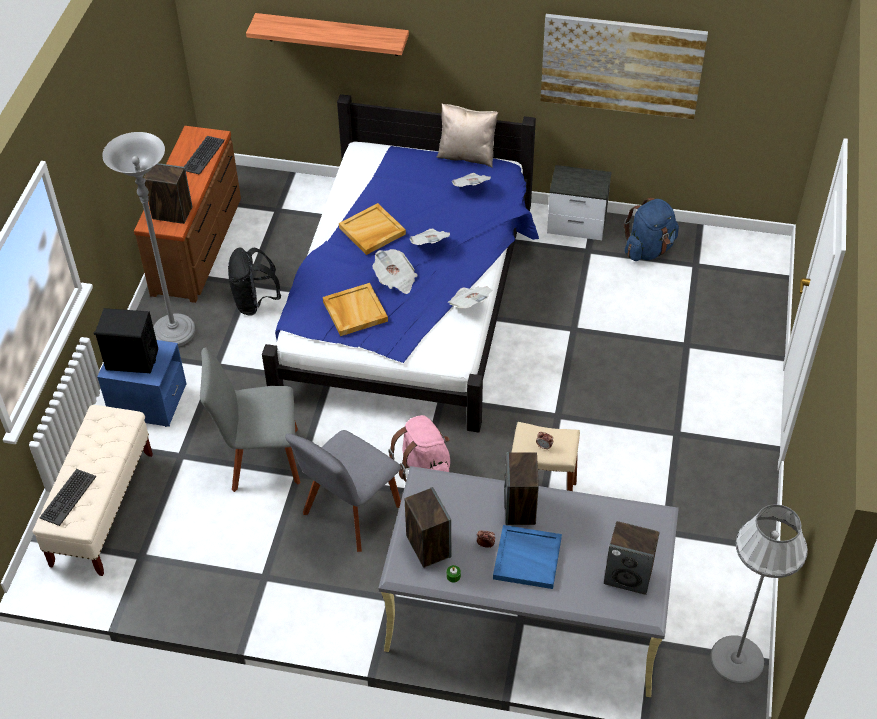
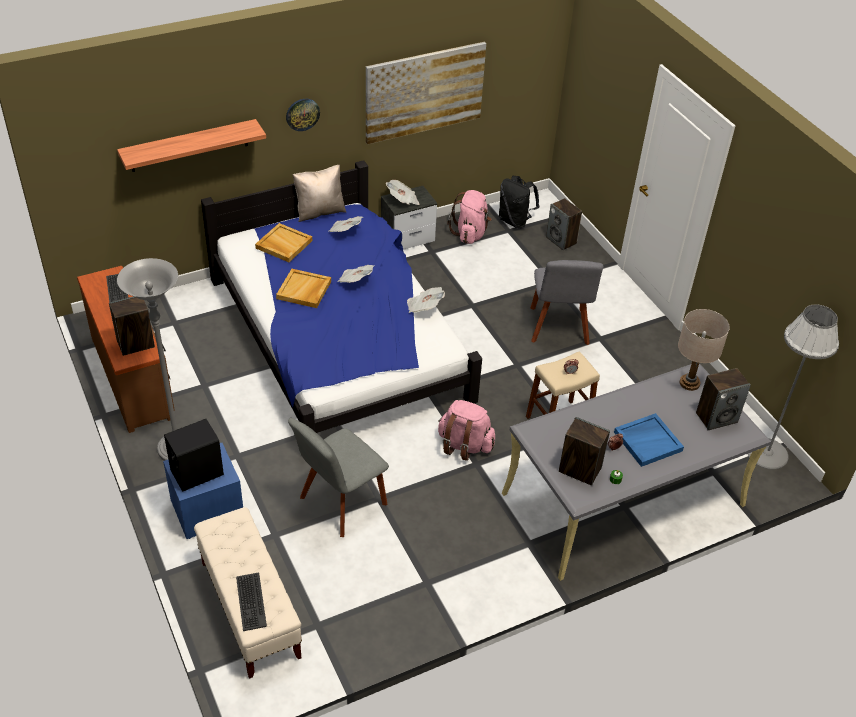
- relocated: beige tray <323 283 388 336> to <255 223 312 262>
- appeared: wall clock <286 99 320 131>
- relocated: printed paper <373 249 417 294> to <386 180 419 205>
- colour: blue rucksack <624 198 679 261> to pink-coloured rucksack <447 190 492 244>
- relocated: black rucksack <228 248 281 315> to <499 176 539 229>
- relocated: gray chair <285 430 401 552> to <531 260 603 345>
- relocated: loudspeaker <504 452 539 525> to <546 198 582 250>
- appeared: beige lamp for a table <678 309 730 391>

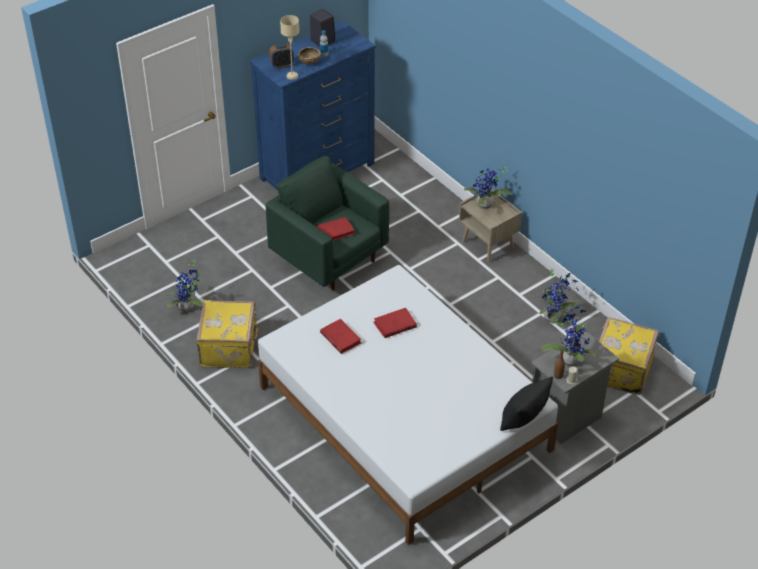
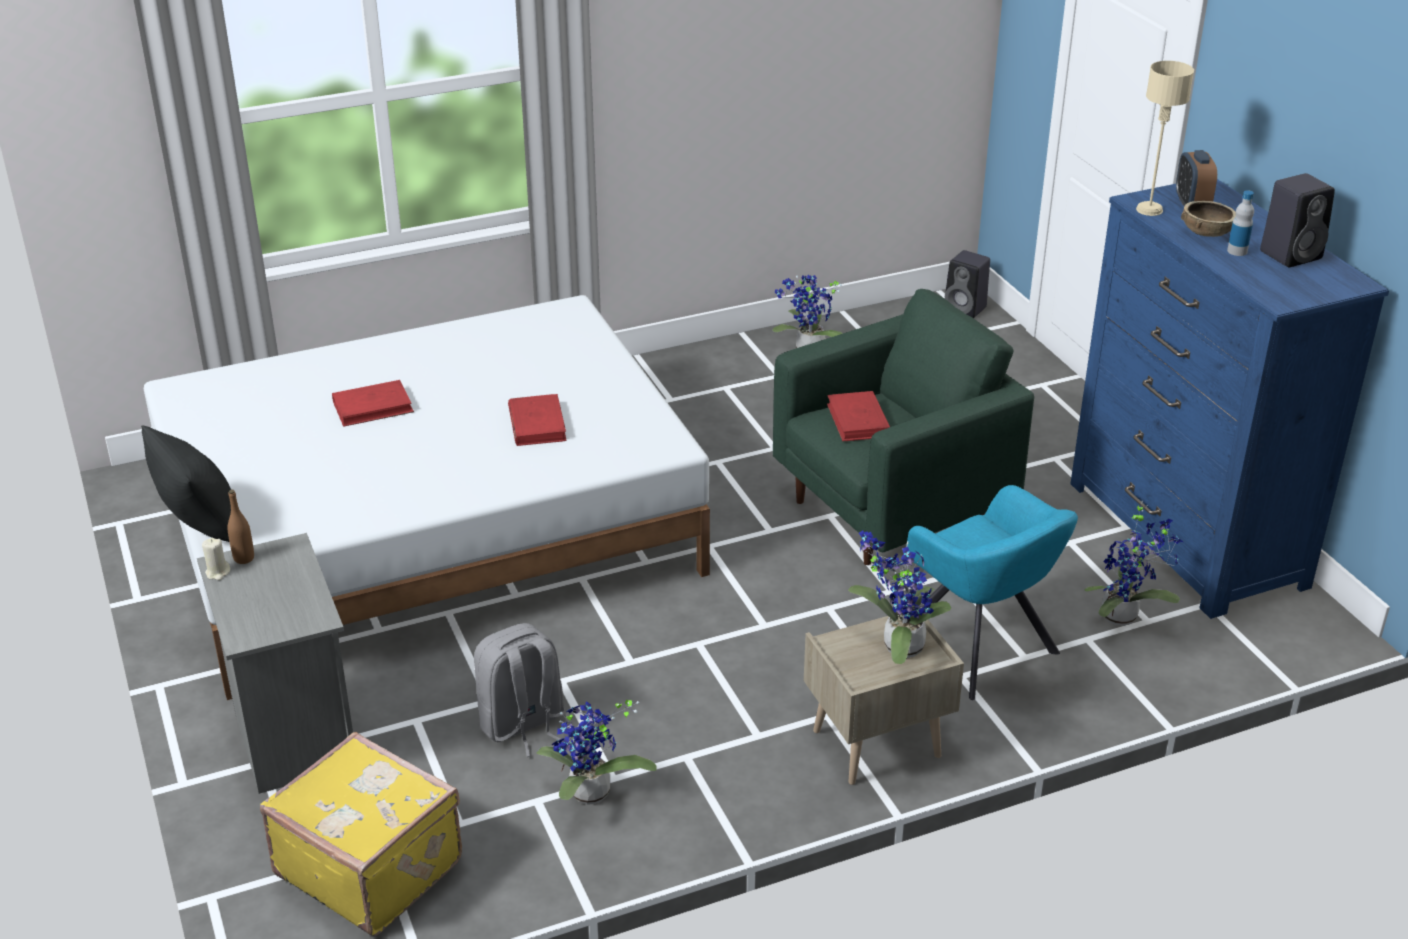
- relocated: red-coloured book <320 319 361 354> to <332 380 414 427>
- appeared: gray rucksack <474 623 566 757>
- appeared: turquoise-coloured easy chair <907 485 1078 700>
- appeared: black loudspeaker <945 250 990 318>
- relocated: houseplant <541 304 597 366> to <1084 501 1183 626>
- missing: yellow travel case <196 300 260 368>

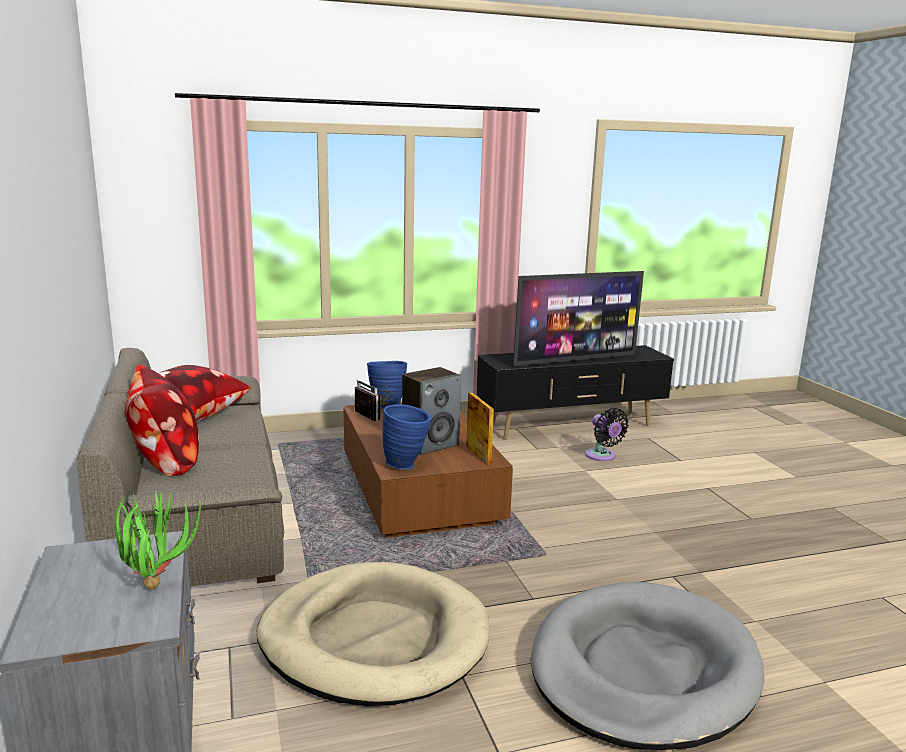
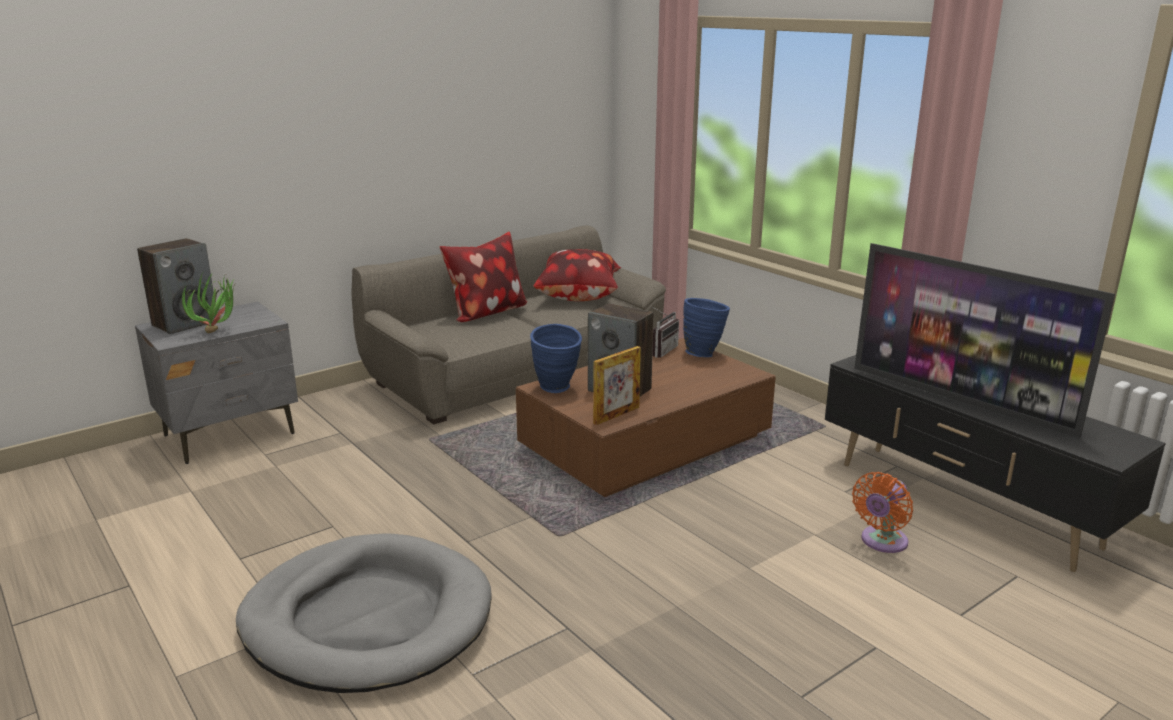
- appeared: loudspeaker <137 238 217 334>
- colour: black fan <586 408 629 461> to orange-coloured fan <852 472 913 553>
- missing: beige dog cushion <257 562 489 706>

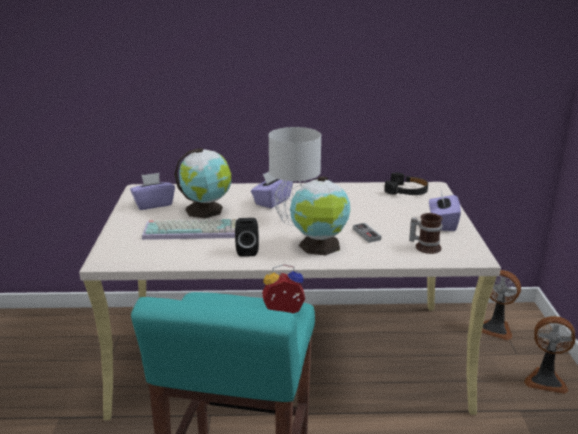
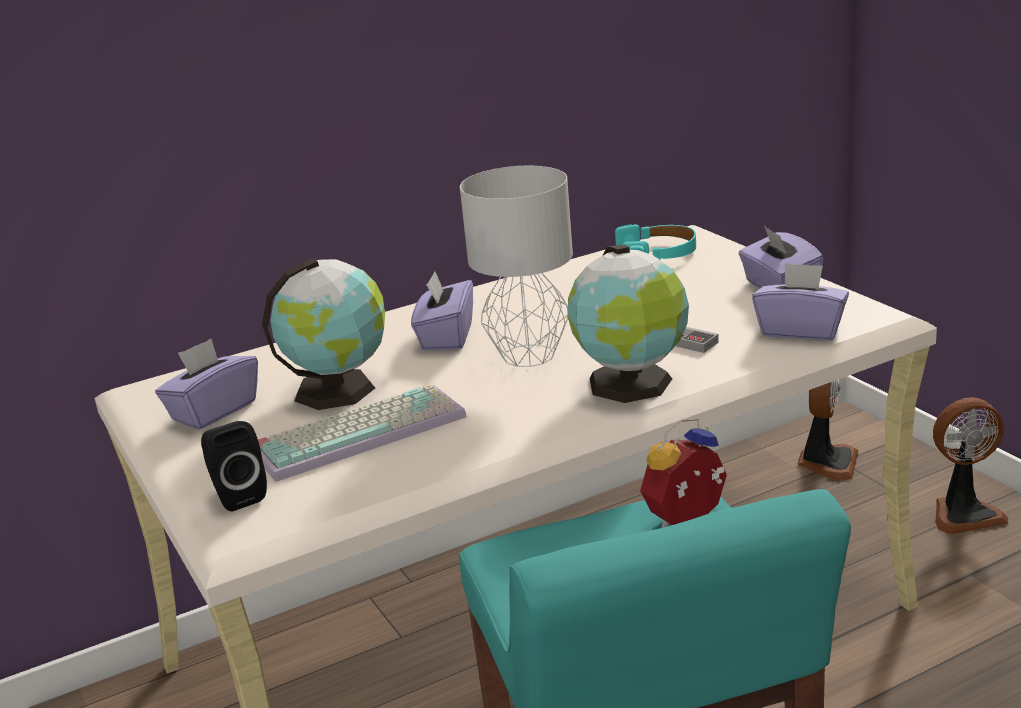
- relocated: black loudspeaker <235 218 259 257> to <201 421 267 512>
- colour: black headphones <384 172 428 195> to turquoise-coloured headphones <615 224 696 260>
- exchanged: coffee mug <409 213 443 254> to purple-coloured tissue holder <752 263 849 341>
- spun: fan <482 270 521 340> = <798 379 858 481> 75 degrees counterclockwise

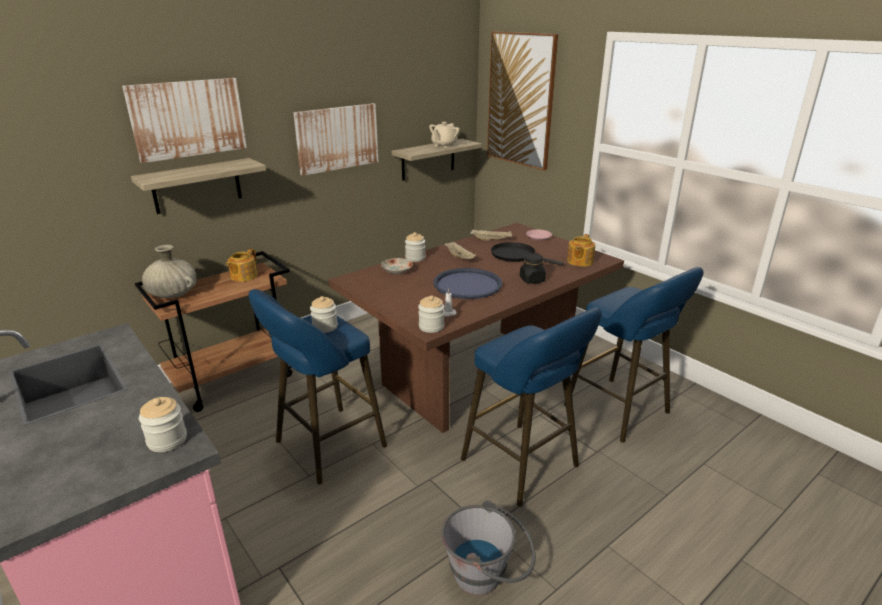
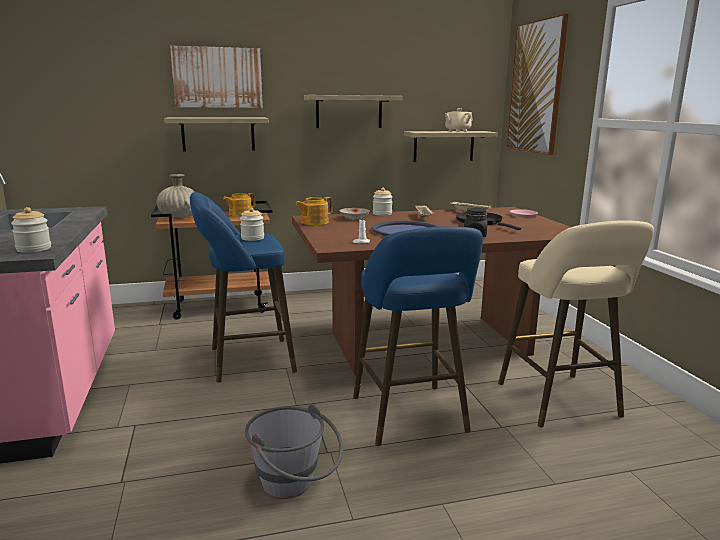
- relocated: pot for tea <567 234 595 267> to <296 197 332 225>
- exchanged: picture <293 103 378 176> to shelf <304 95 403 128>
- colour: blue sitting stool <564 267 703 443> to beige sitting stool <498 220 654 427>
- missing: storage jar <418 295 444 333>

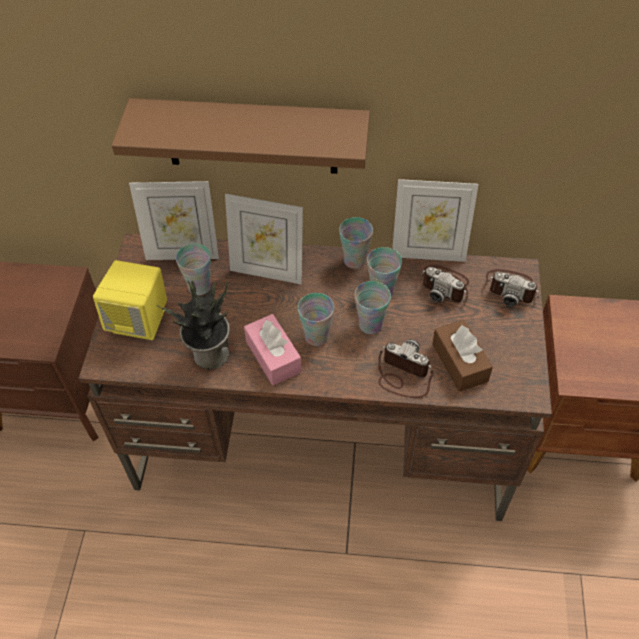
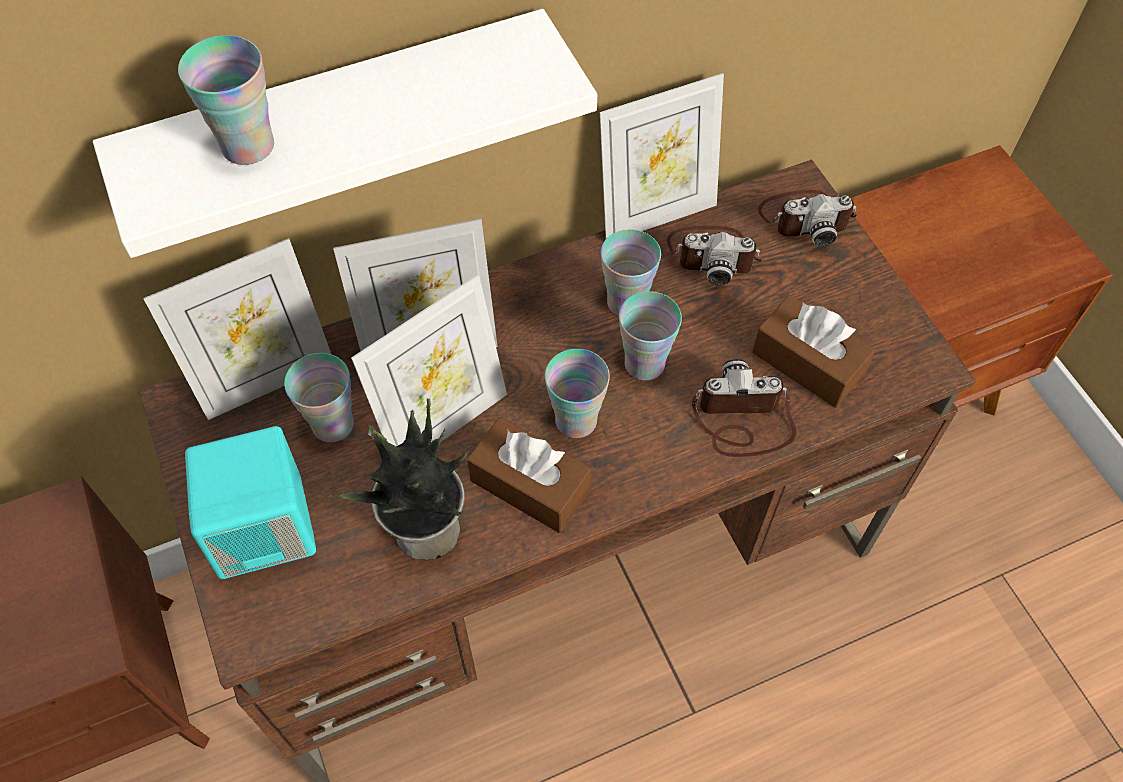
- colour: brown shelf <112 98 370 174> to white shelf <93 9 597 258>
- relocated: small cup <339 217 373 269> to <178 35 274 165>
- colour: yellow loudspeaker <93 260 167 340> to turquoise-coloured loudspeaker <185 426 316 579>
- appeared: picture frame <351 274 507 446>
- colour: pink-coloured tissue holder <244 314 302 385> to brown tissue holder <467 417 592 533>

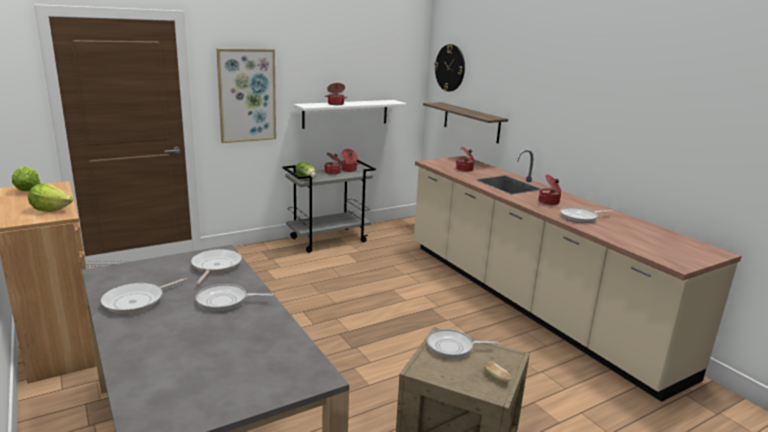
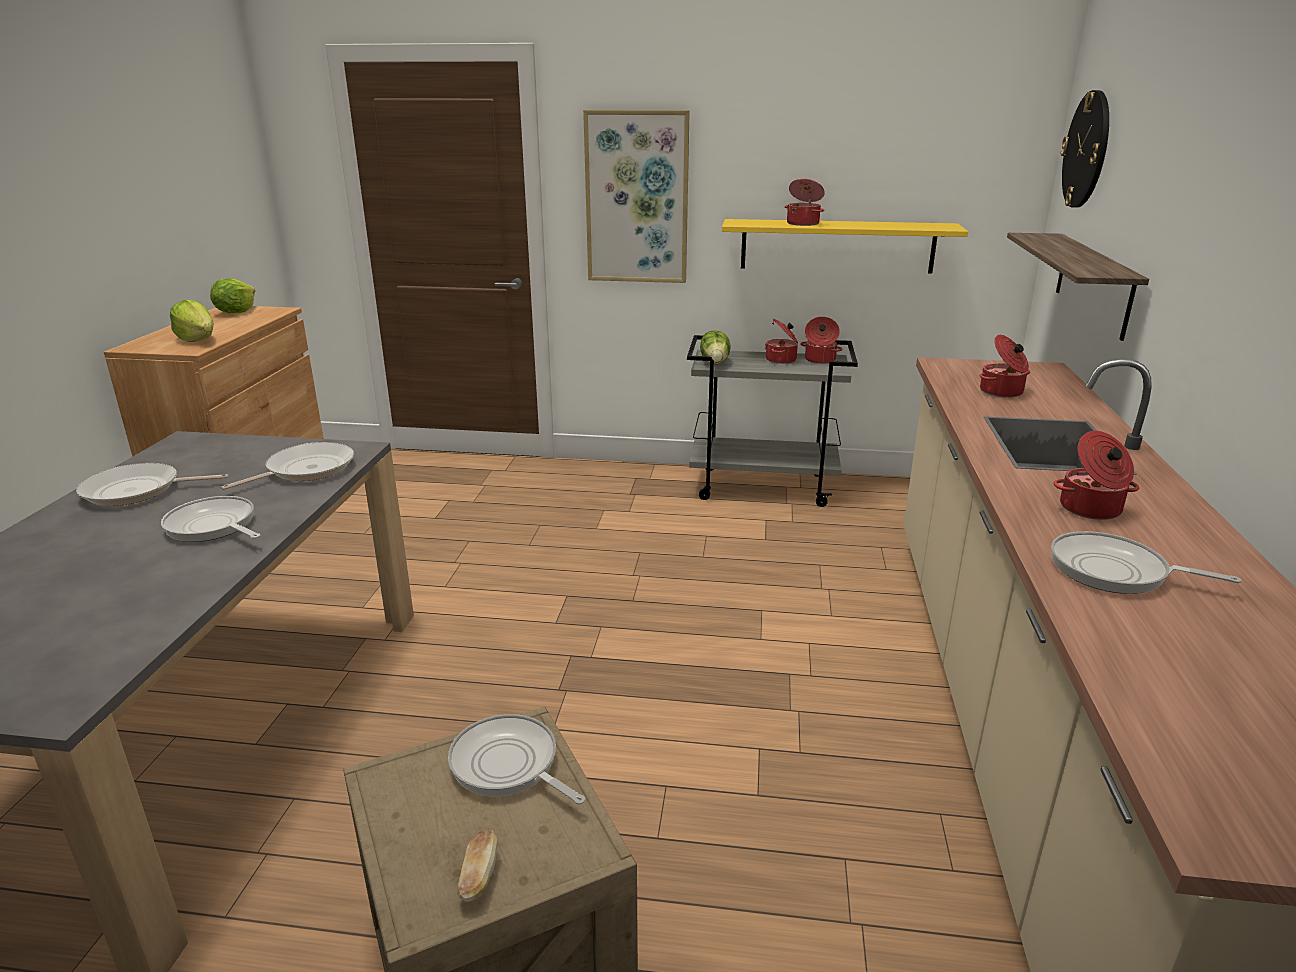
- colour: white shelf <293 100 407 129> to yellow shelf <722 219 968 274>

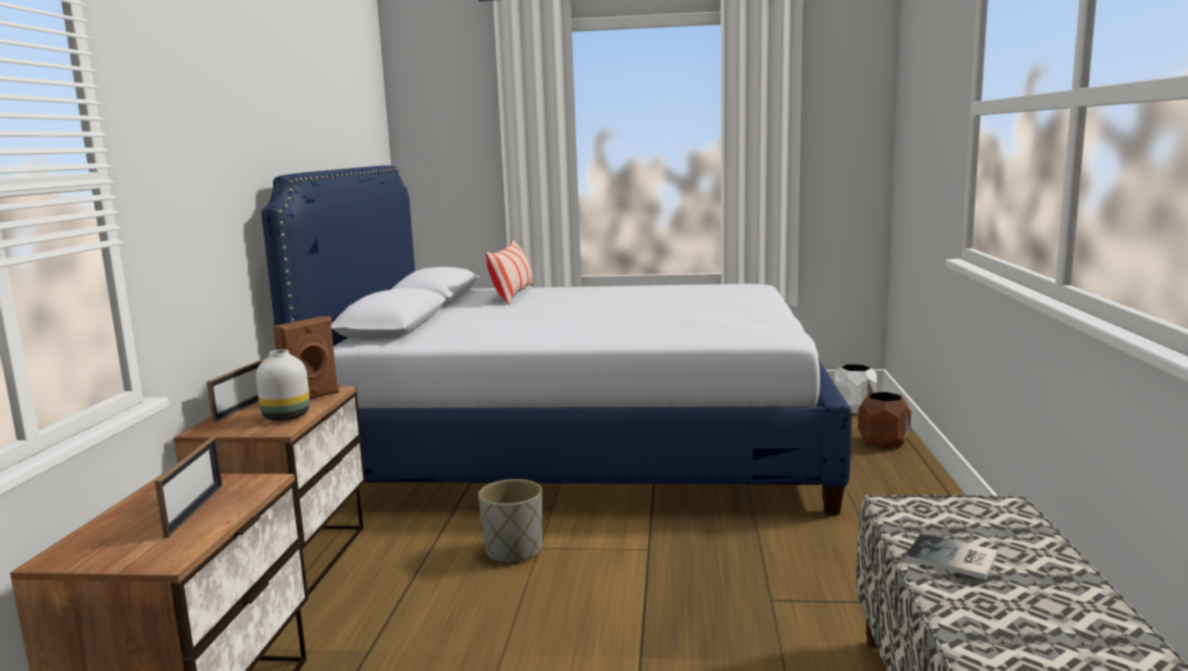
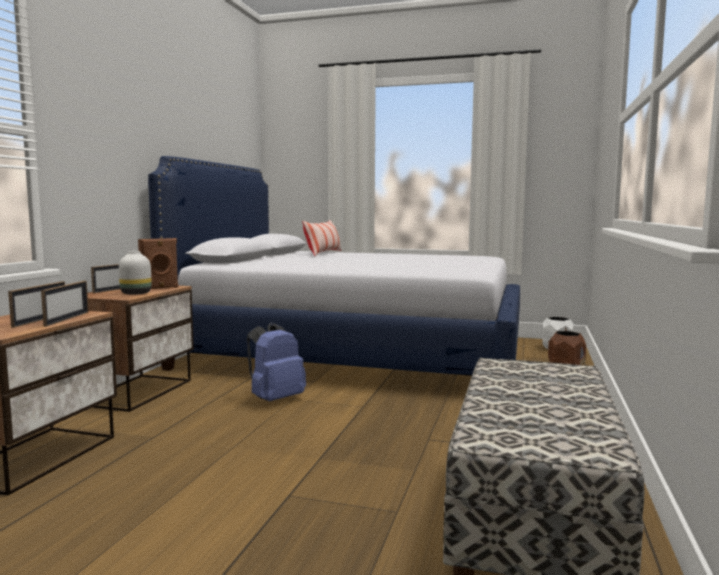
- appeared: picture frame <41 281 89 327>
- exchanged: gray flower pot <478 479 543 564> to blue rucksack <247 323 306 401>
- missing: book <905 533 998 580>

